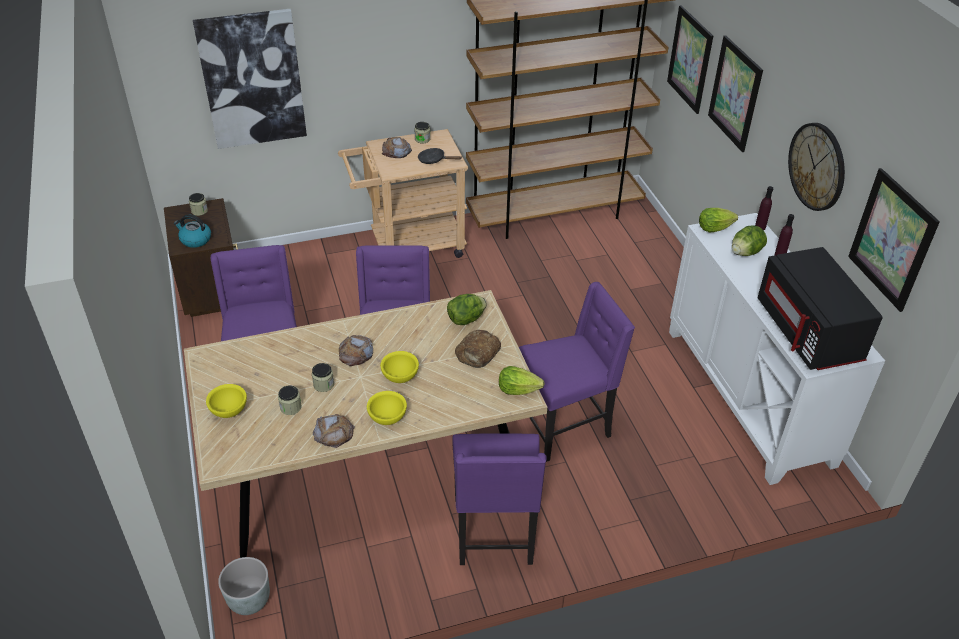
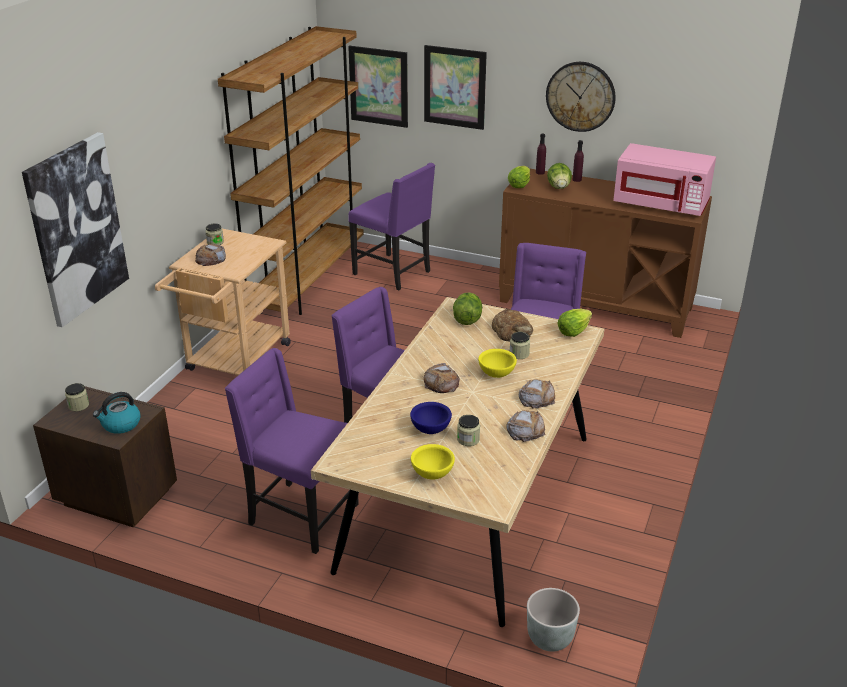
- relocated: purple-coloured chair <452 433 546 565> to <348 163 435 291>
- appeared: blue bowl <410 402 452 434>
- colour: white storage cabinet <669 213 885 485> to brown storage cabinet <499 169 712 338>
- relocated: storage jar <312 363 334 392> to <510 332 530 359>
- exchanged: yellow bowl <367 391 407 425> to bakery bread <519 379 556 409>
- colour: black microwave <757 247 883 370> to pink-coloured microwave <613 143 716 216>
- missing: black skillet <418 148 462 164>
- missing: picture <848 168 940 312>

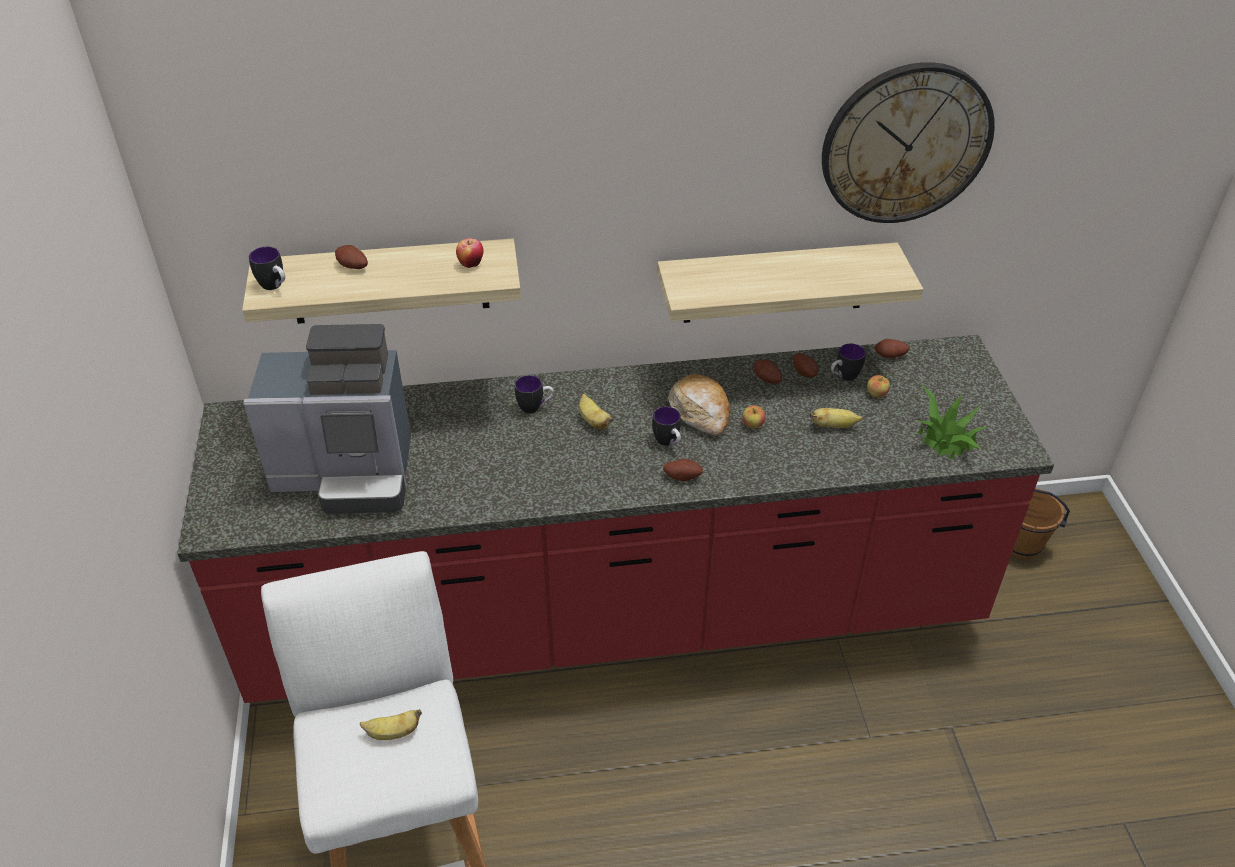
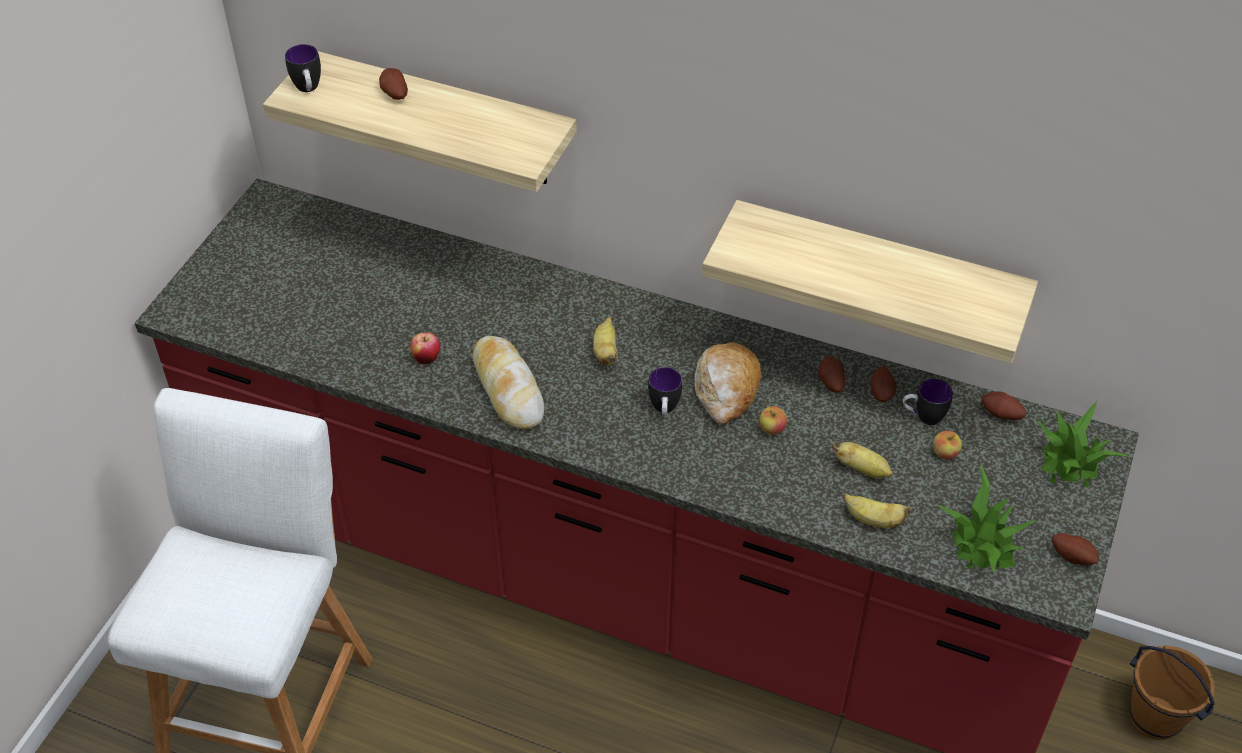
- relocated: apple <456 238 484 268> to <410 333 440 364>
- appeared: bakery bread <473 336 544 430>
- relocated: banana <360 709 422 740> to <844 494 912 528>
- appeared: houseplant <1037 401 1129 488>
- relocated: whole potato <663 459 703 481> to <1052 533 1099 565>
- missing: coffee maker <243 324 411 514>
- missing: coffee mug <515 375 554 414>
- missing: wall clock <822 62 995 223>

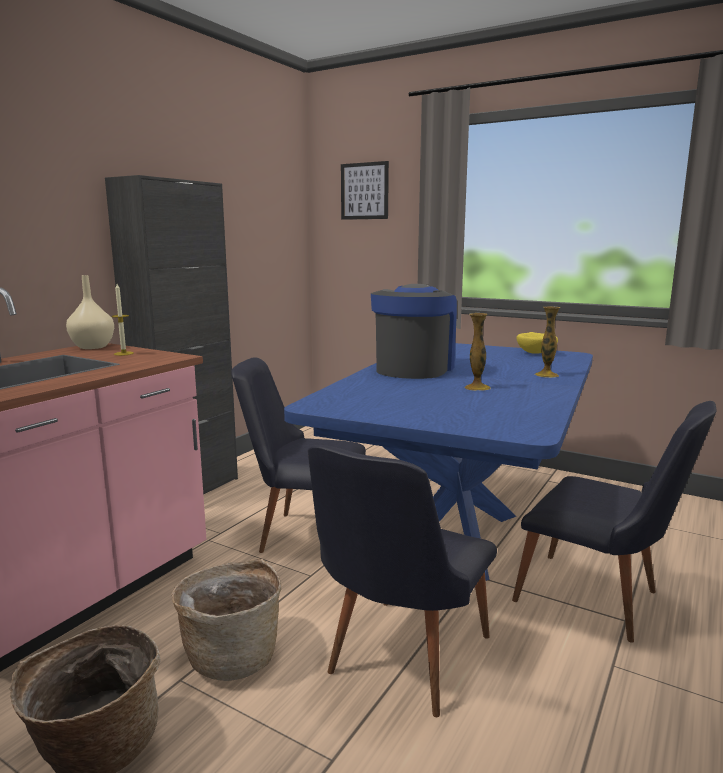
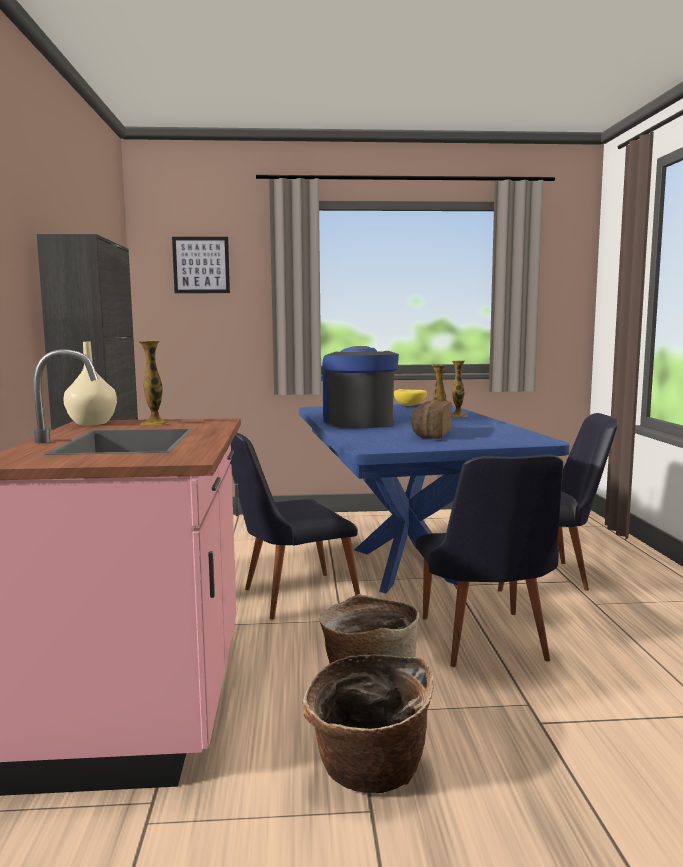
- exchanged: wax light <112 284 134 356> to flower vase <139 341 171 425>
- appeared: bakery bread <410 401 452 439>

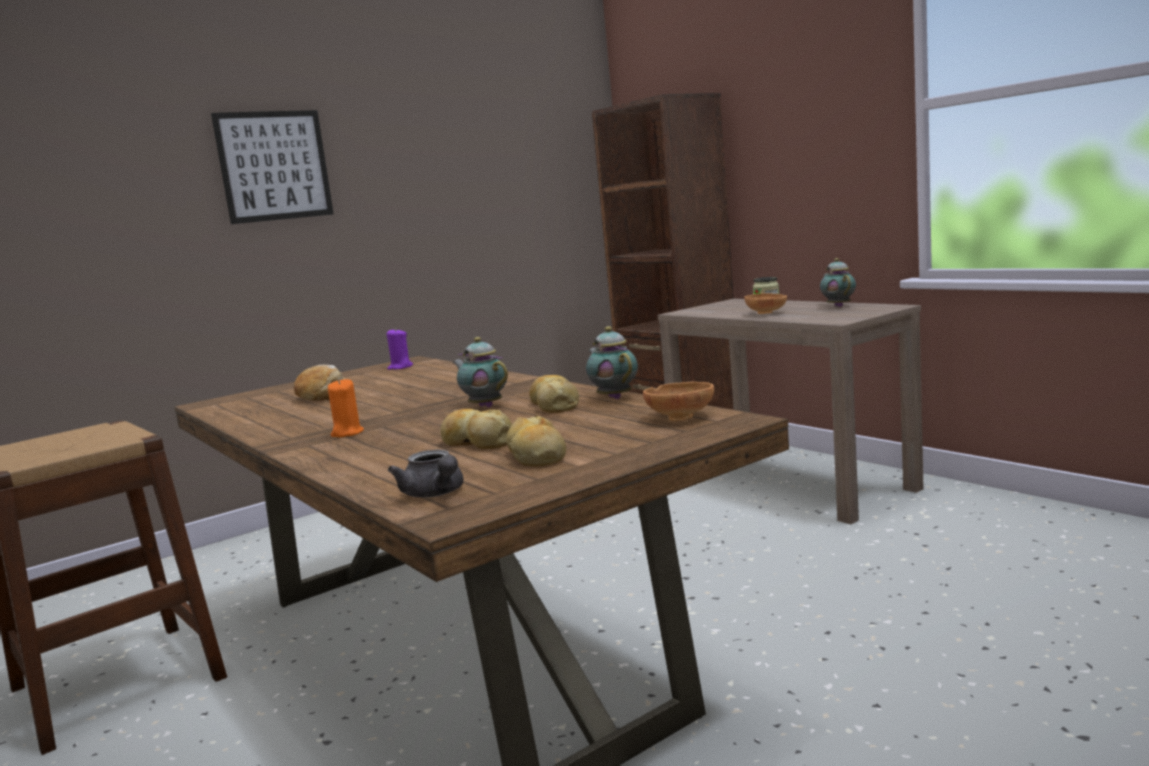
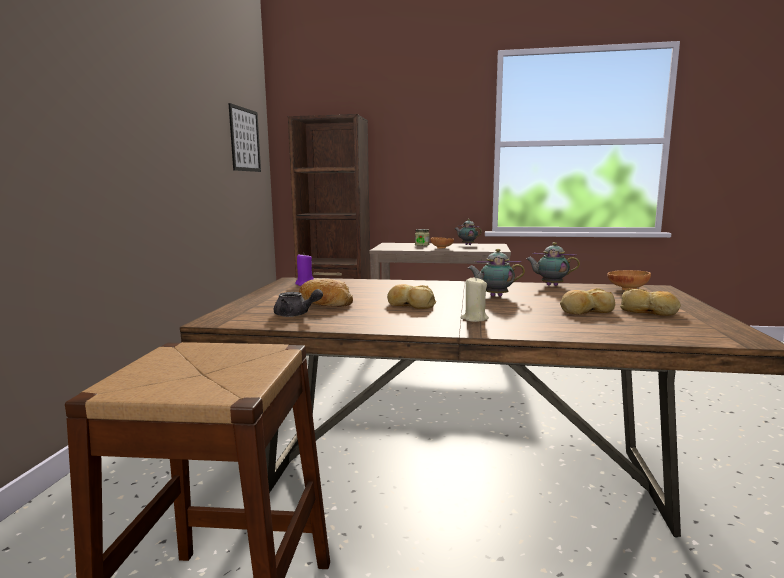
- relocated: picture <211 110 334 224> to <228 103 261 172>
- relocated: gray pot for tea <388 450 463 498> to <274 289 323 317>
- relocated: bakery bread <529 375 579 413> to <387 284 436 309>
- colour: orange-coloured wax light <328 379 364 438> to beige wax light <460 277 489 322>

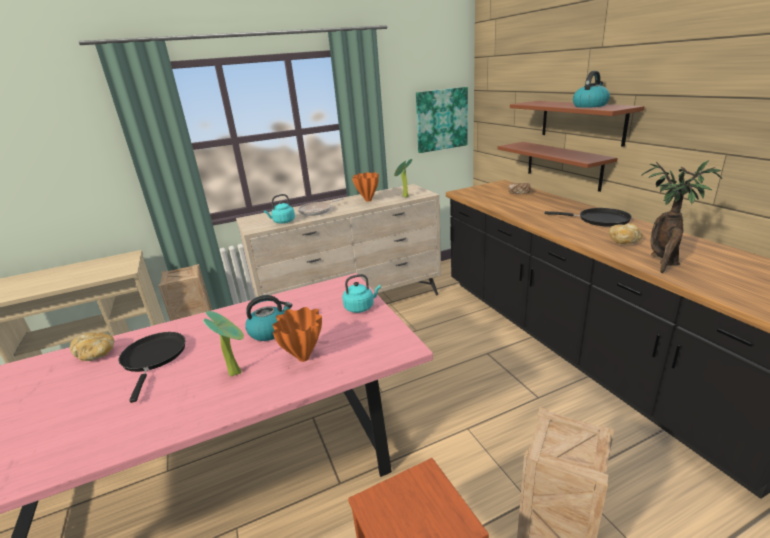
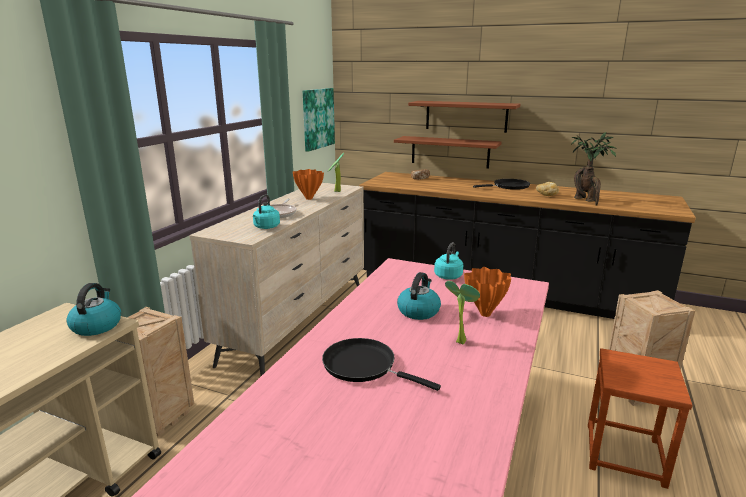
- relocated: water kettle <573 71 610 108> to <66 283 121 336>
- missing: bakery bread <70 333 114 361>

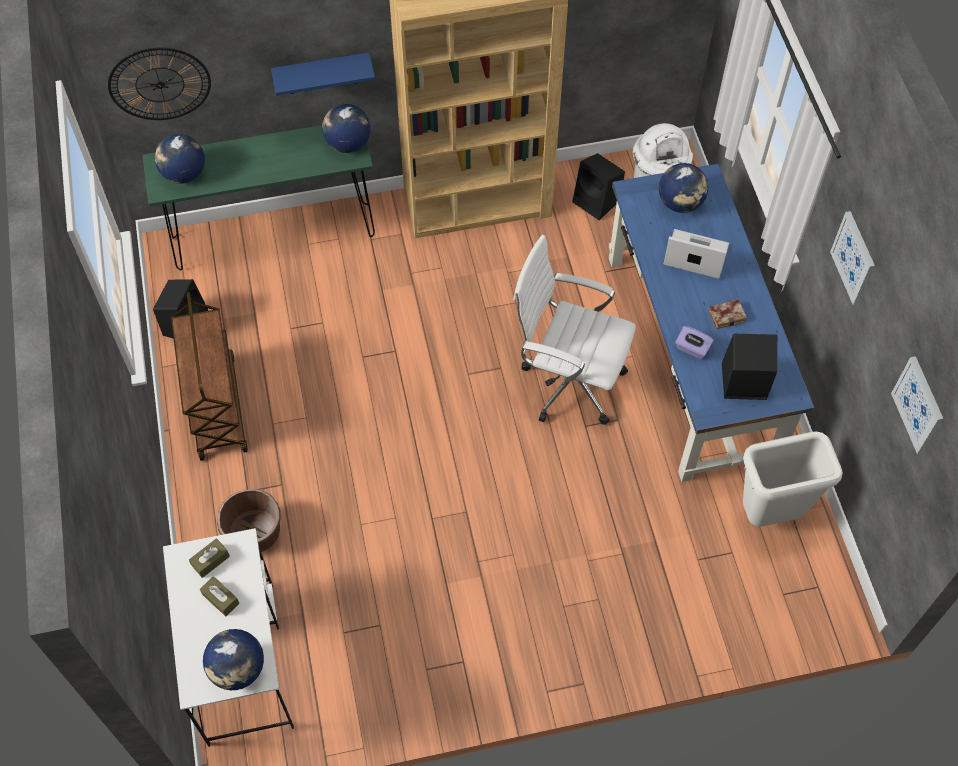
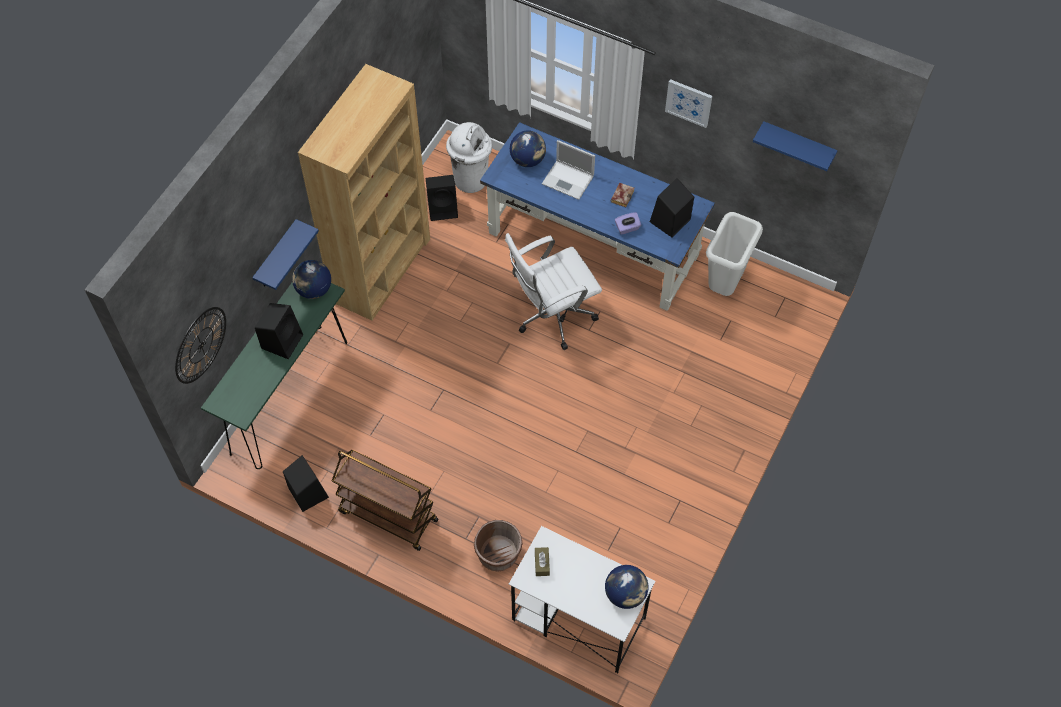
- appeared: black loudspeaker <255 303 303 359>
- spun: portable computer <664 229 729 279> = <542 140 595 200> 120 degrees counterclockwise
- exchanged: picture <891 356 944 454> to blue shelf <753 121 838 171>
- missing: desk globe <155 134 205 184>
- missing: brown tissue holder <200 576 239 616>

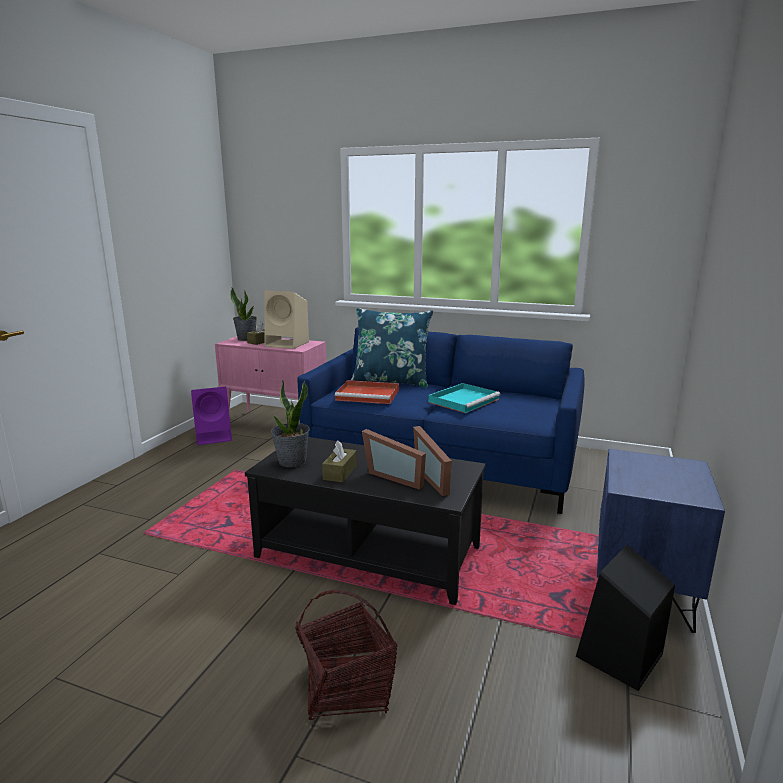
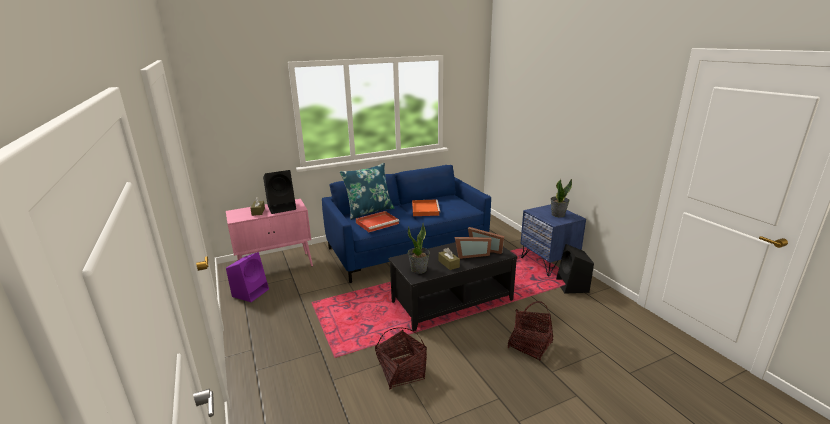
- colour: beige loudspeaker <264 290 309 349> to black loudspeaker <263 170 296 214>
- appeared: basket <375 328 427 389>
- colour: turquoise-coloured tray <428 383 500 413> to orange-coloured tray <412 199 441 216>
- relocated: houseplant <230 288 257 341> to <550 179 572 217>

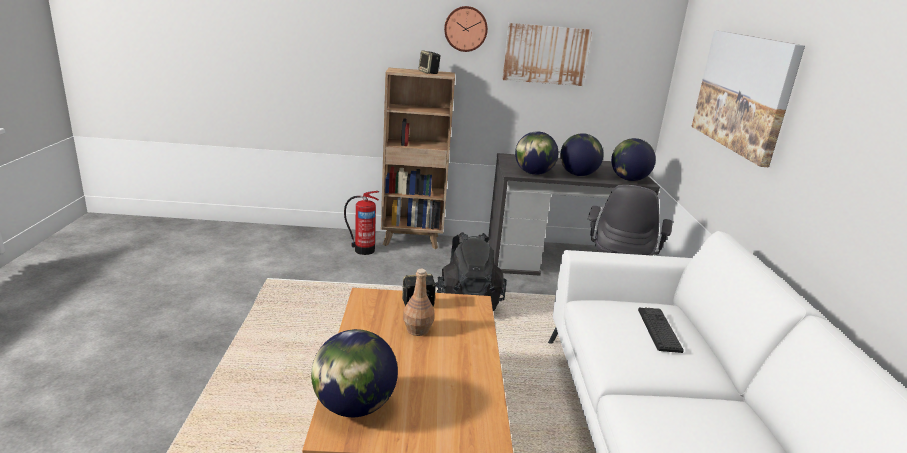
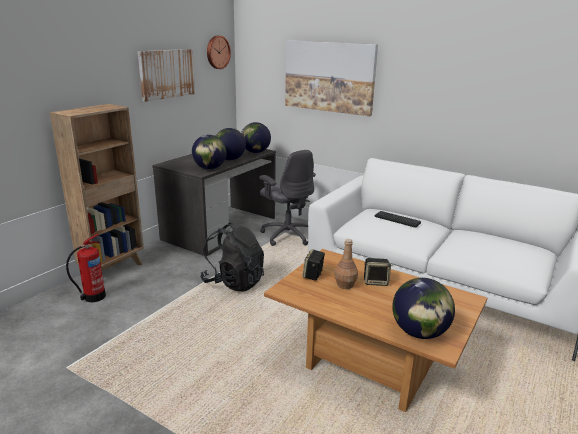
- relocated: wall clock <444 6 488 52> to <207 36 231 69>
- relocated: loudspeaker <418 50 440 74> to <364 258 391 286>

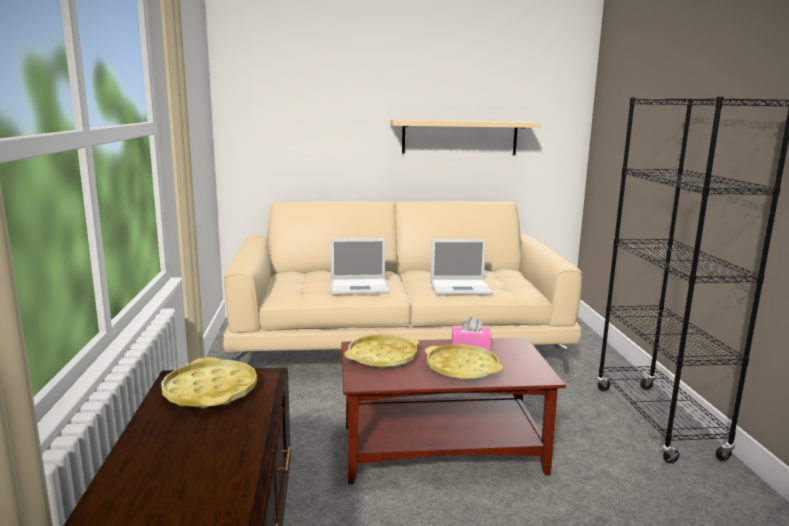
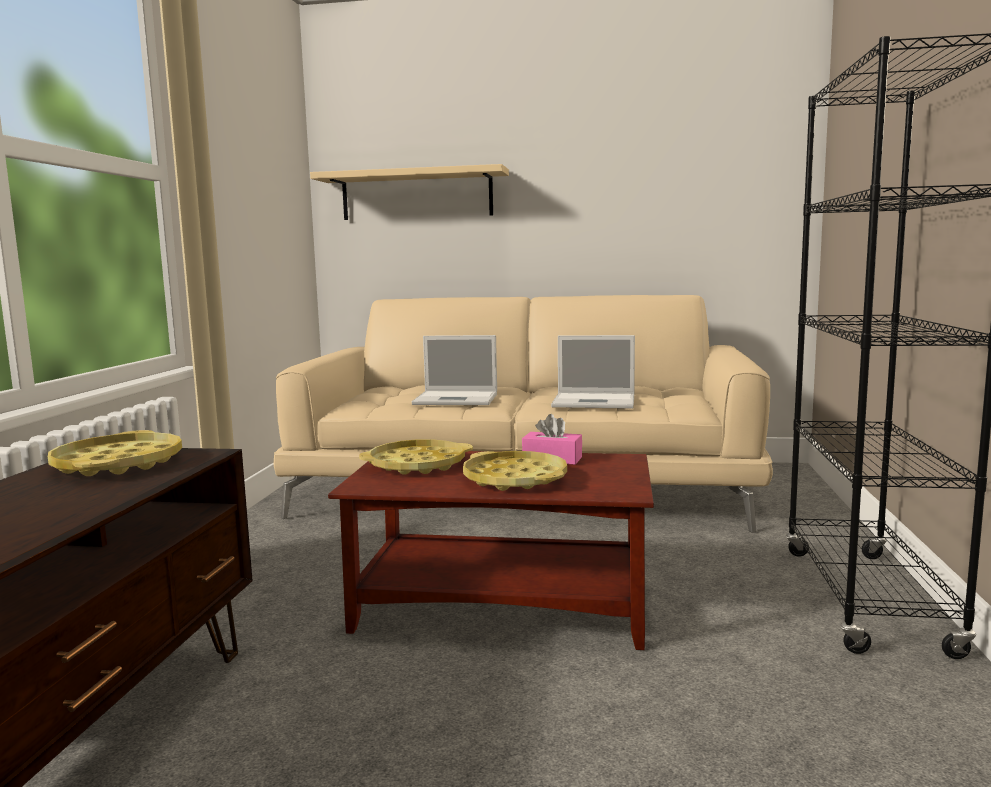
- relocated: beige shelf <390 119 540 155> to <310 164 509 220>

